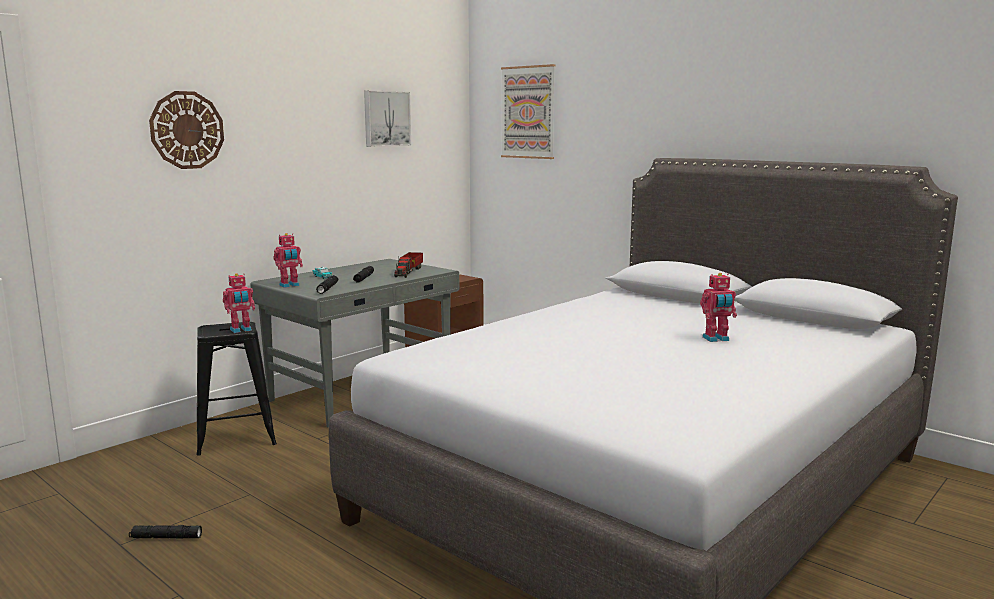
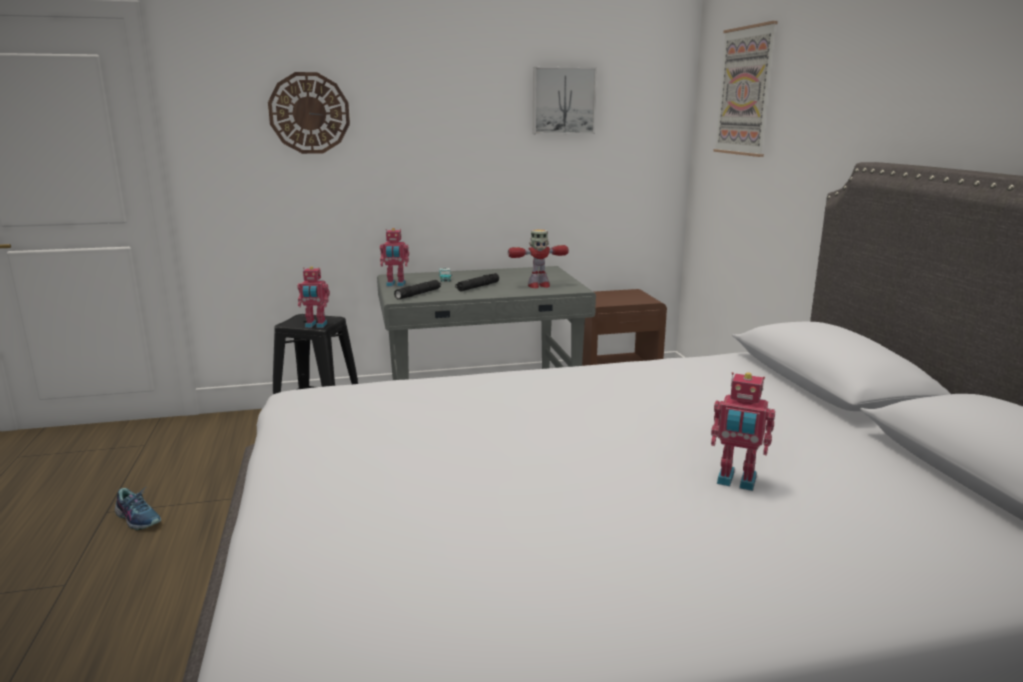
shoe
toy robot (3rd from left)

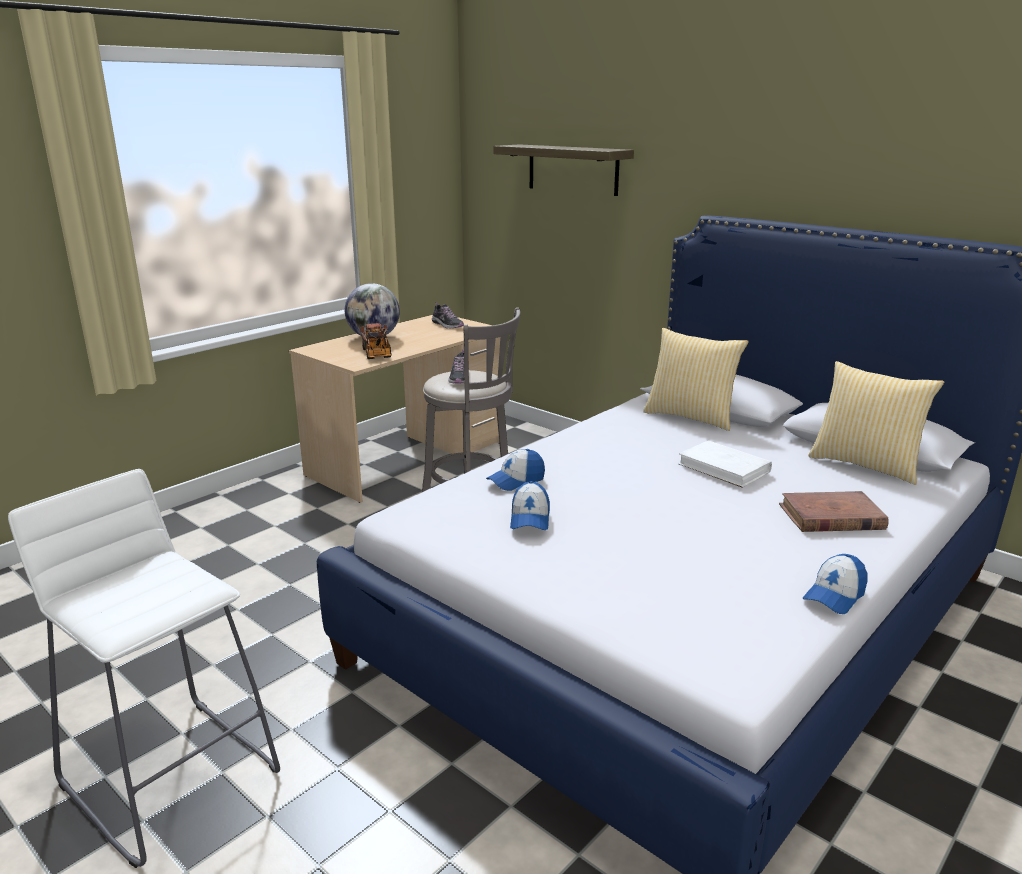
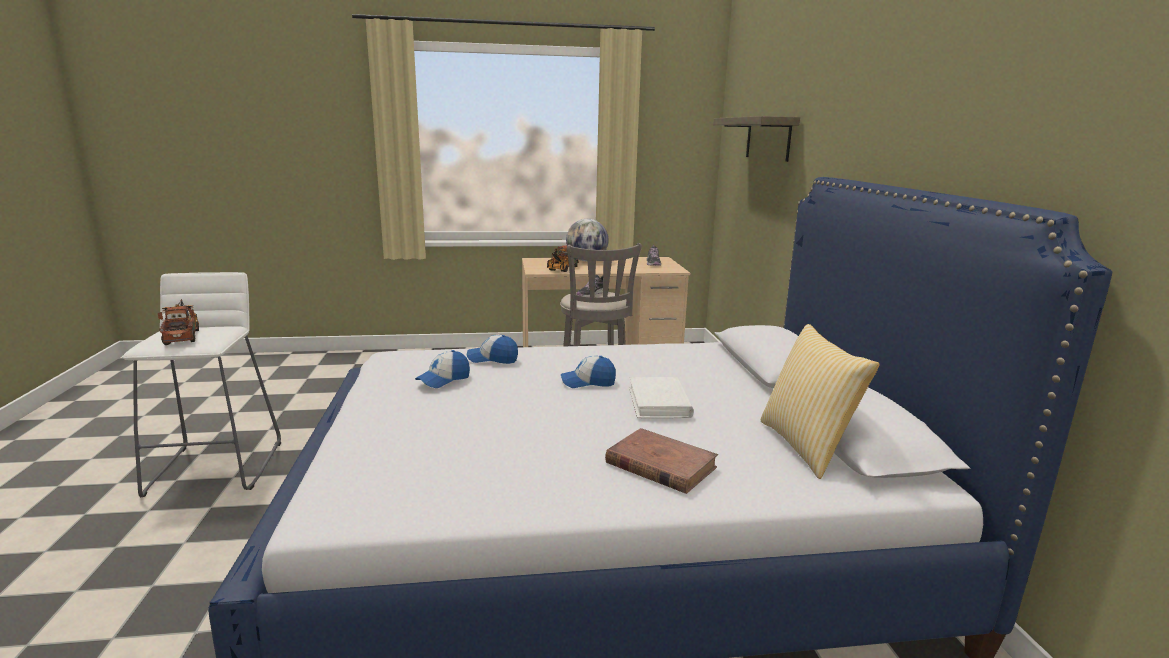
pillow (1st from left in the first image)
toy truck (1st from left)
cap (3rd from left)

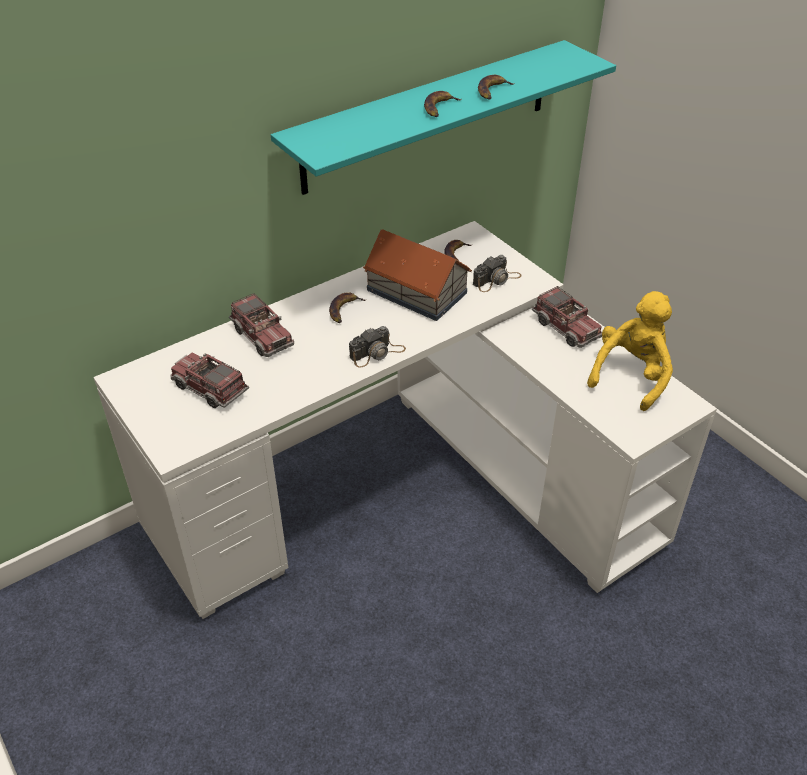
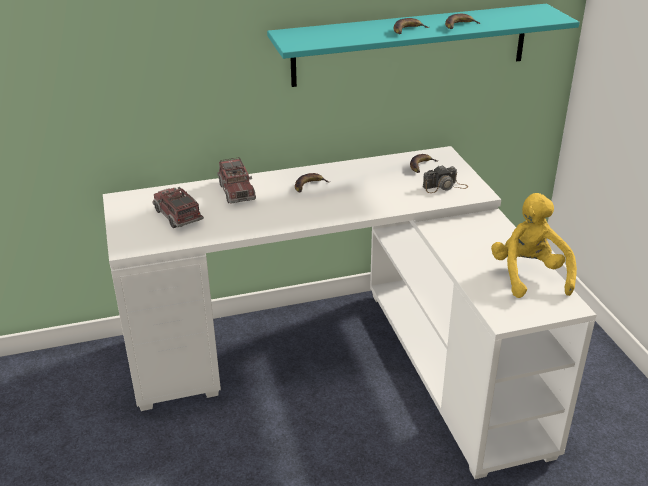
photo camera (1st from left in the first image)
toy house
toy truck (3rd from left in the first image)
yellow plush toy

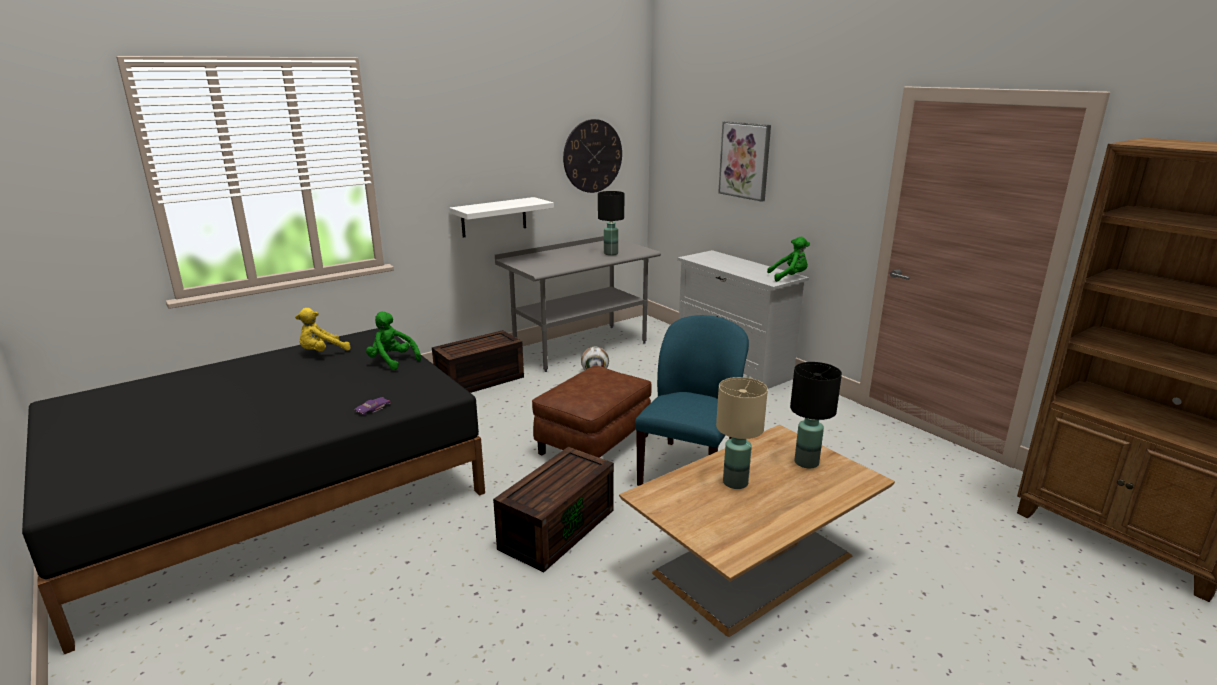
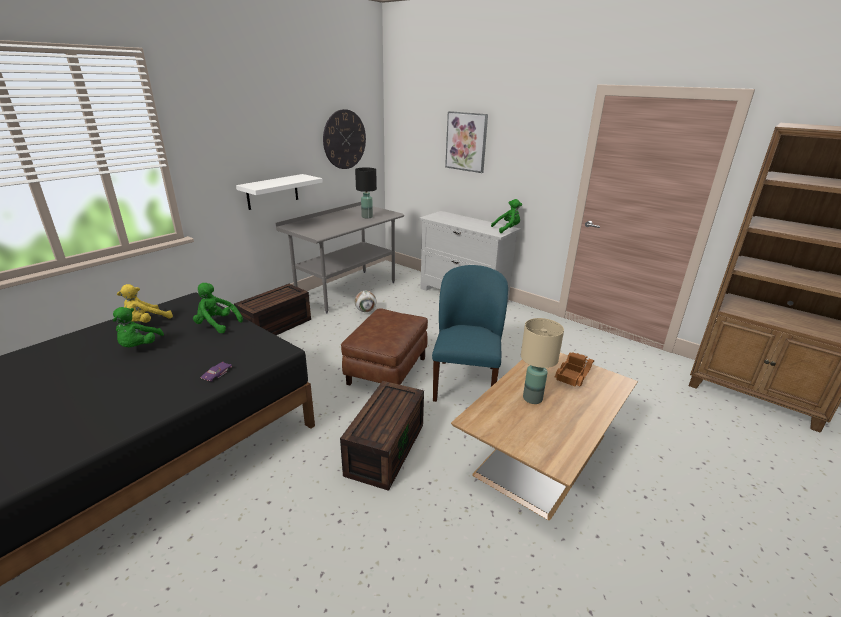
green plush toy (1st from left)
toy truck

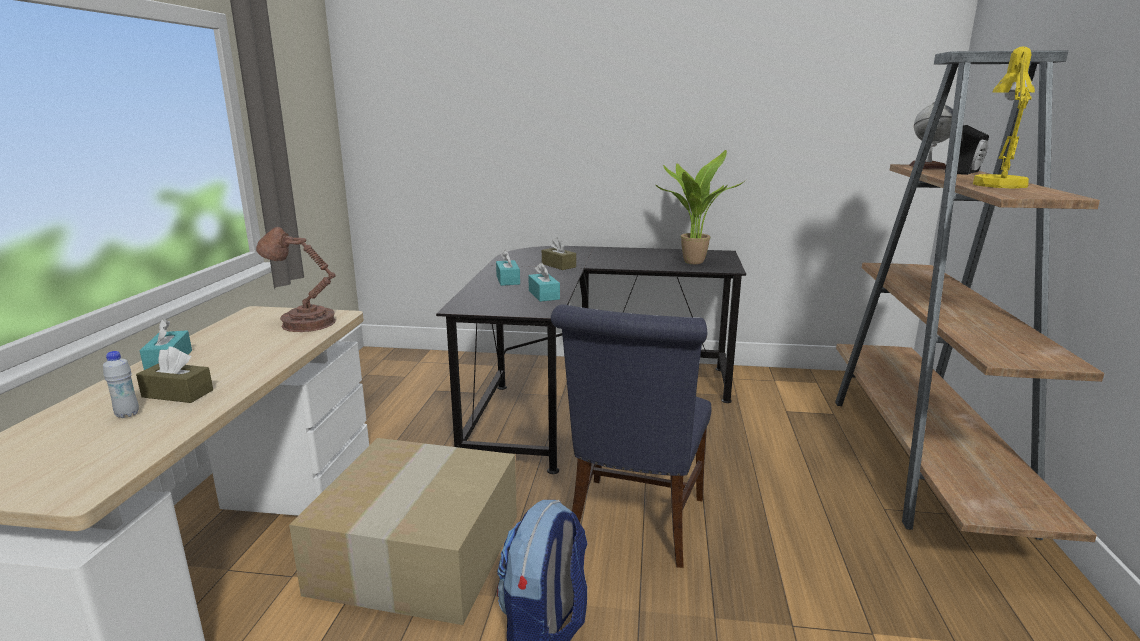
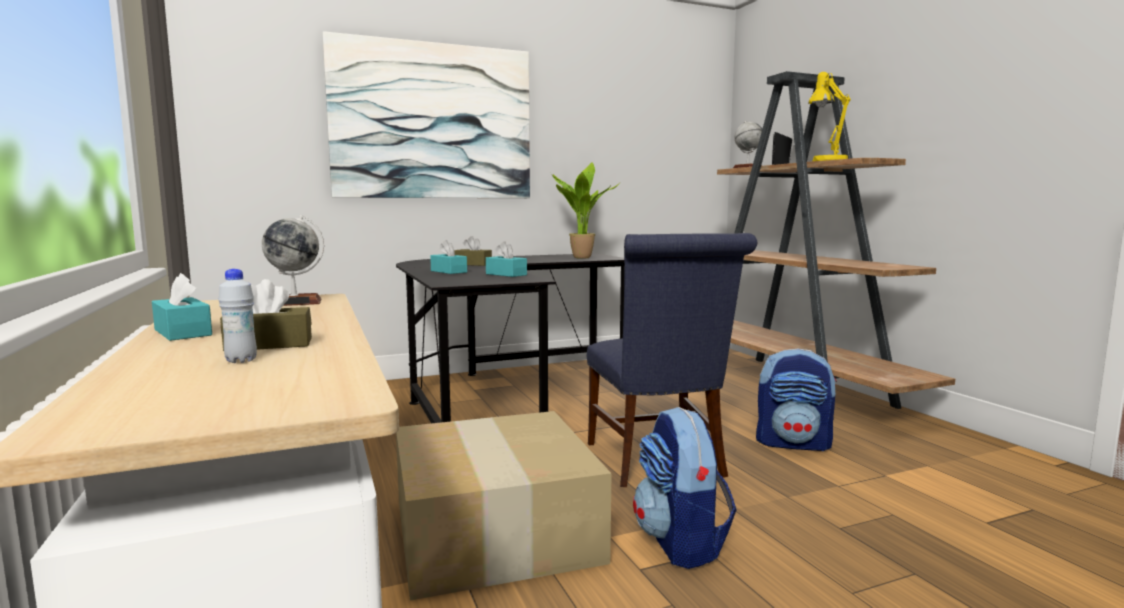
picture
backpack (2nd from left)
globe (1st from left)

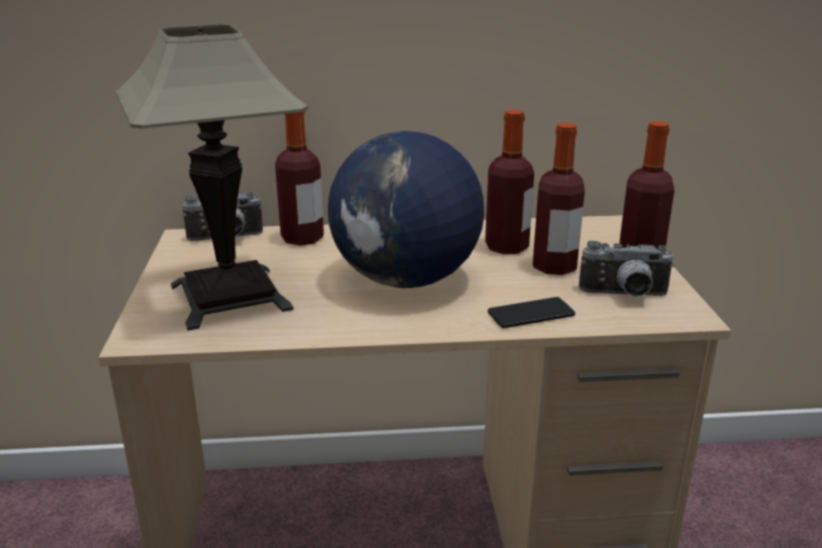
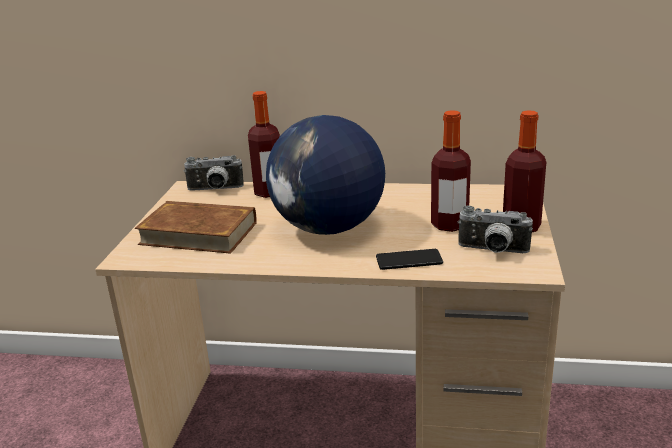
bottle (2nd from left in the first image)
brown book

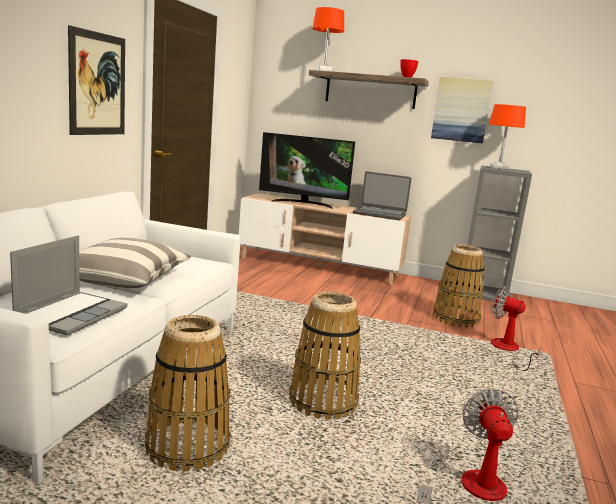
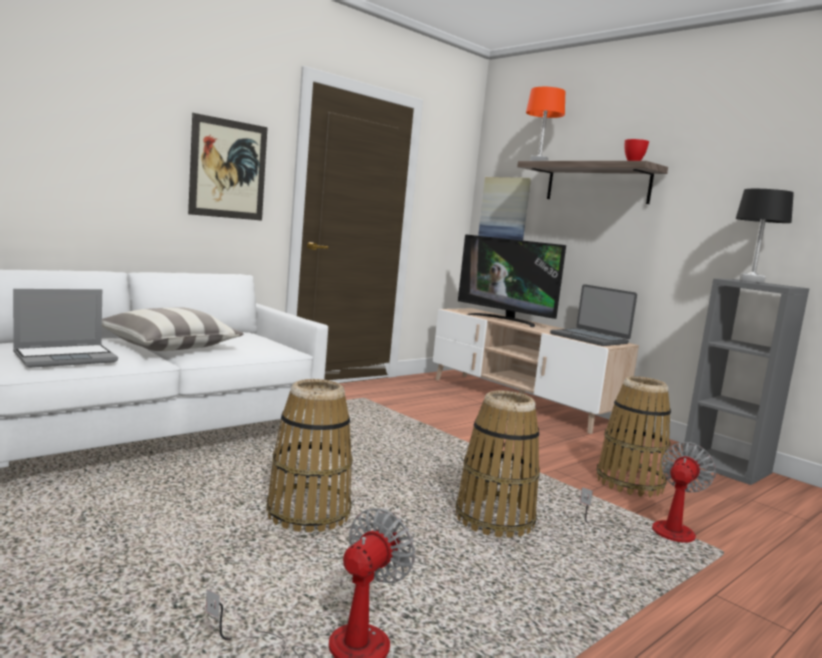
basket (2nd from left)
picture (2nd from left)
black table lamp
fan (2nd from left)

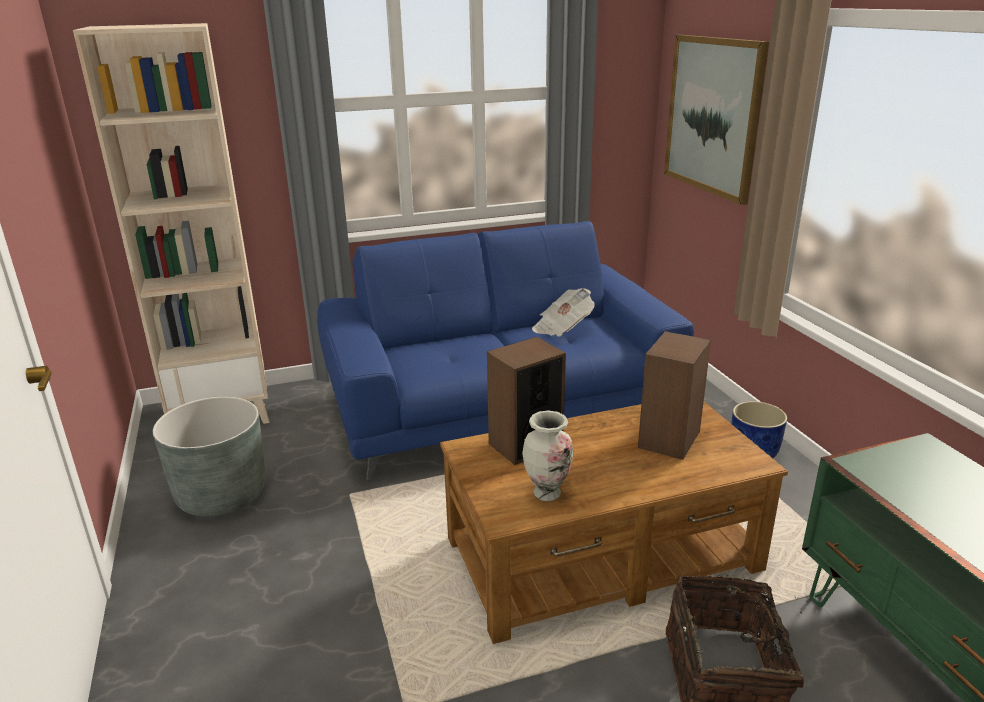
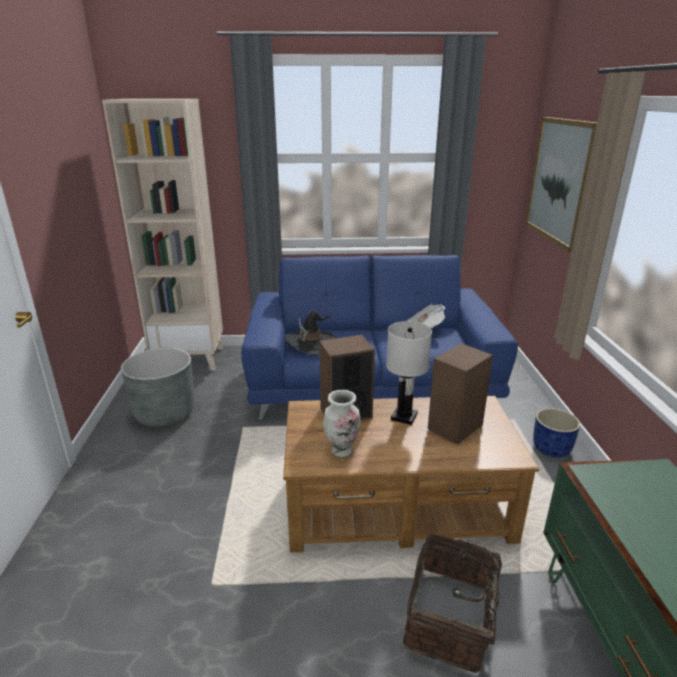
black hat
white table lamp

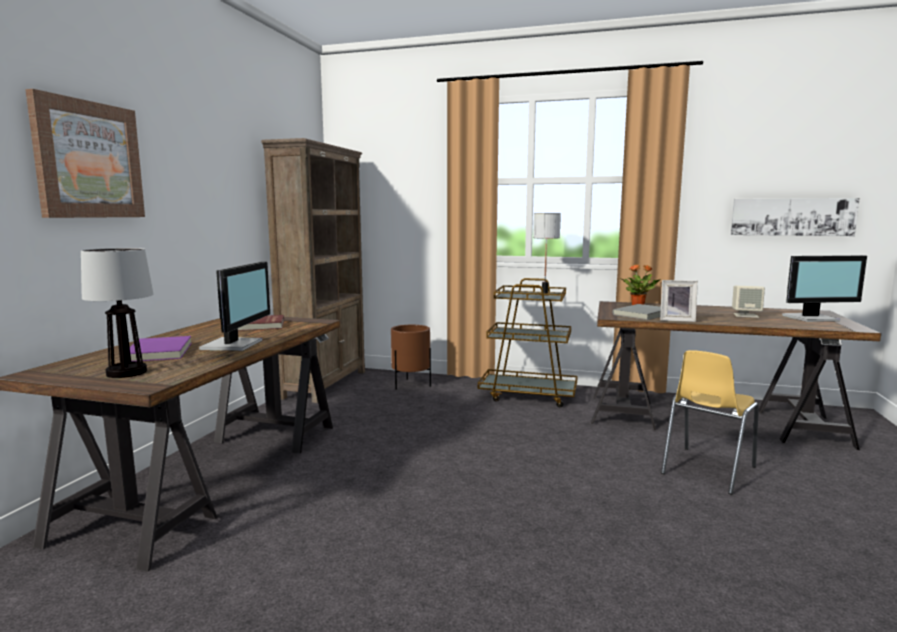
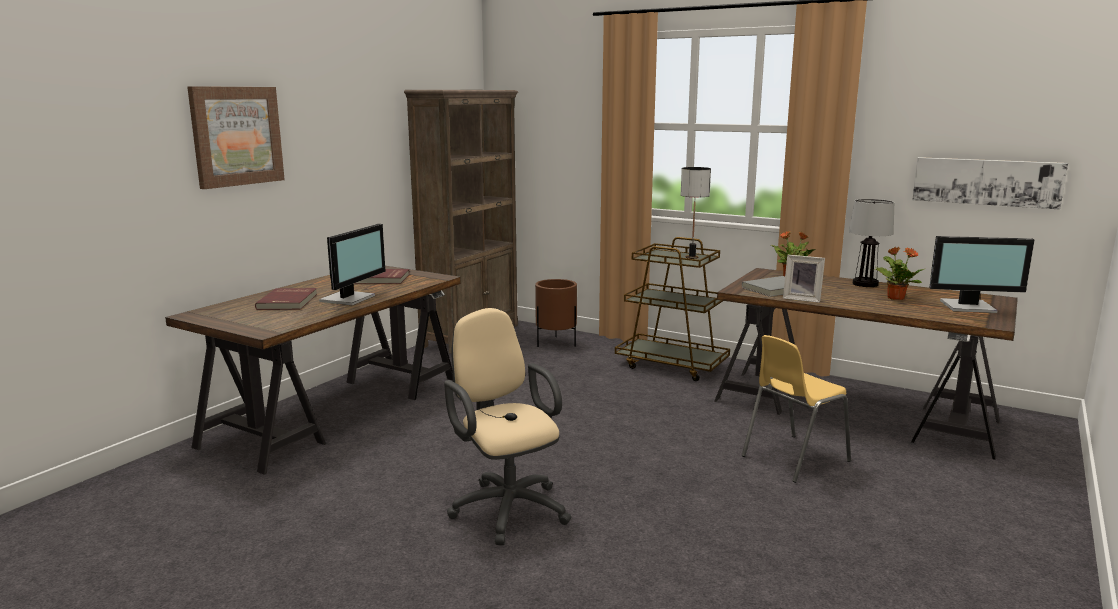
beige office chair
table lamp (2nd from left)
potted plant (2nd from left)
red book (1st from left)

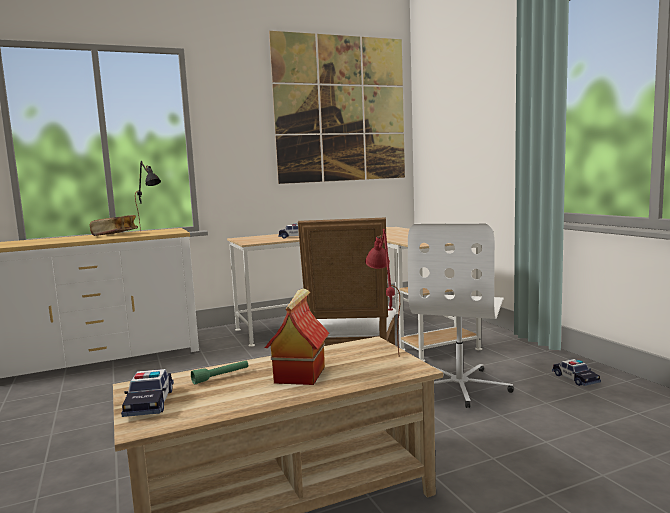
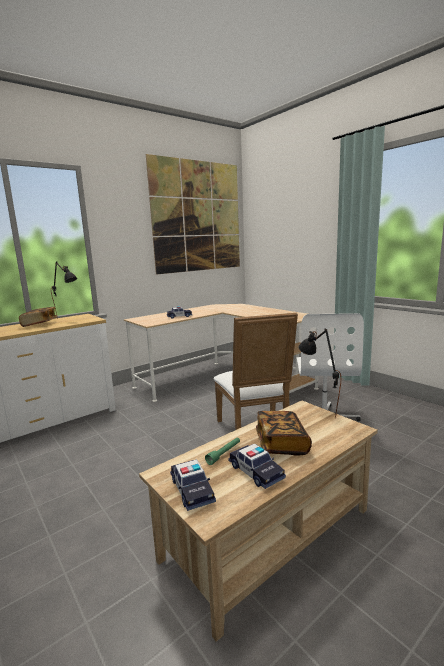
toy car (3rd from left)
book (2nd from left)
black table lamp (2nd from left)

